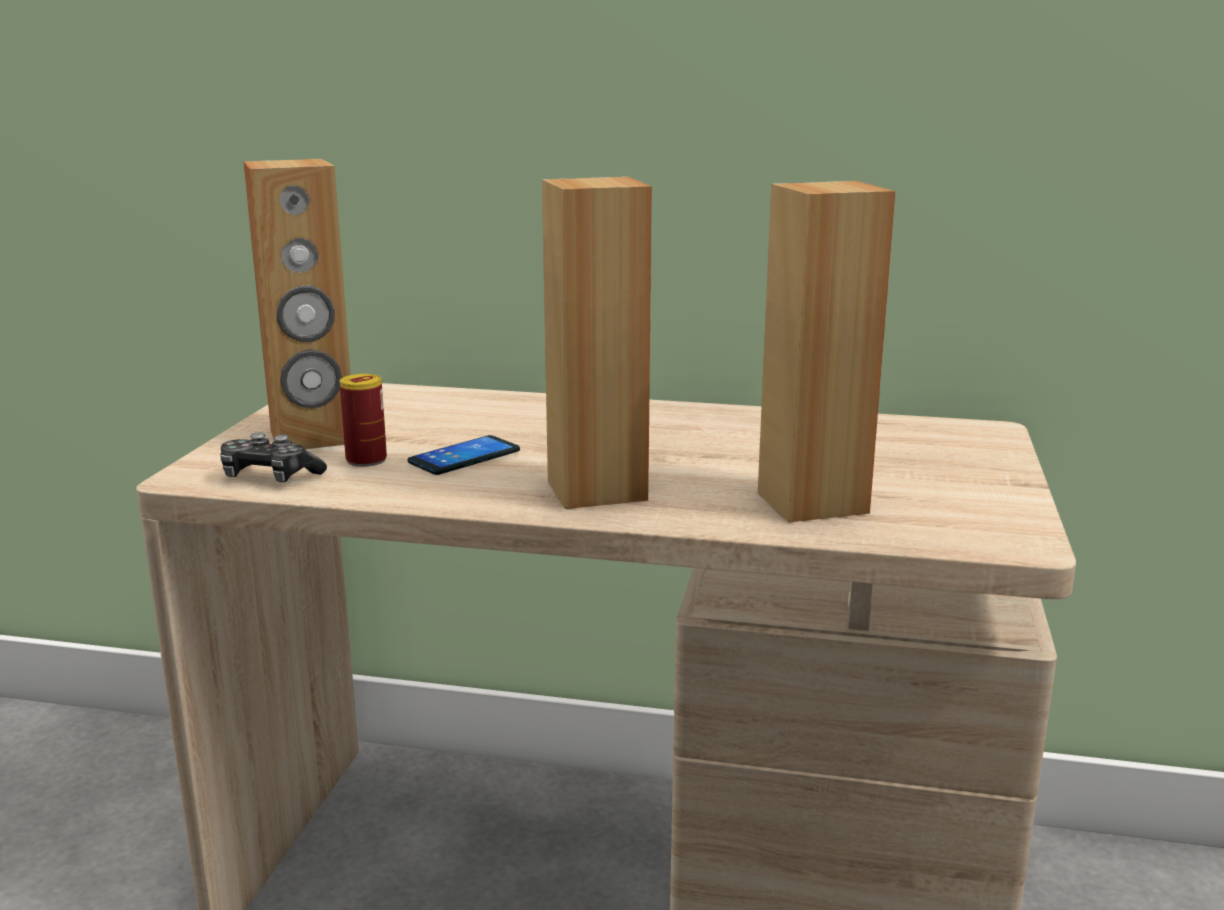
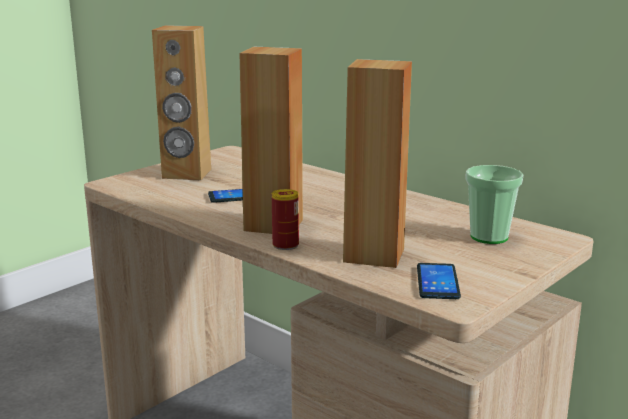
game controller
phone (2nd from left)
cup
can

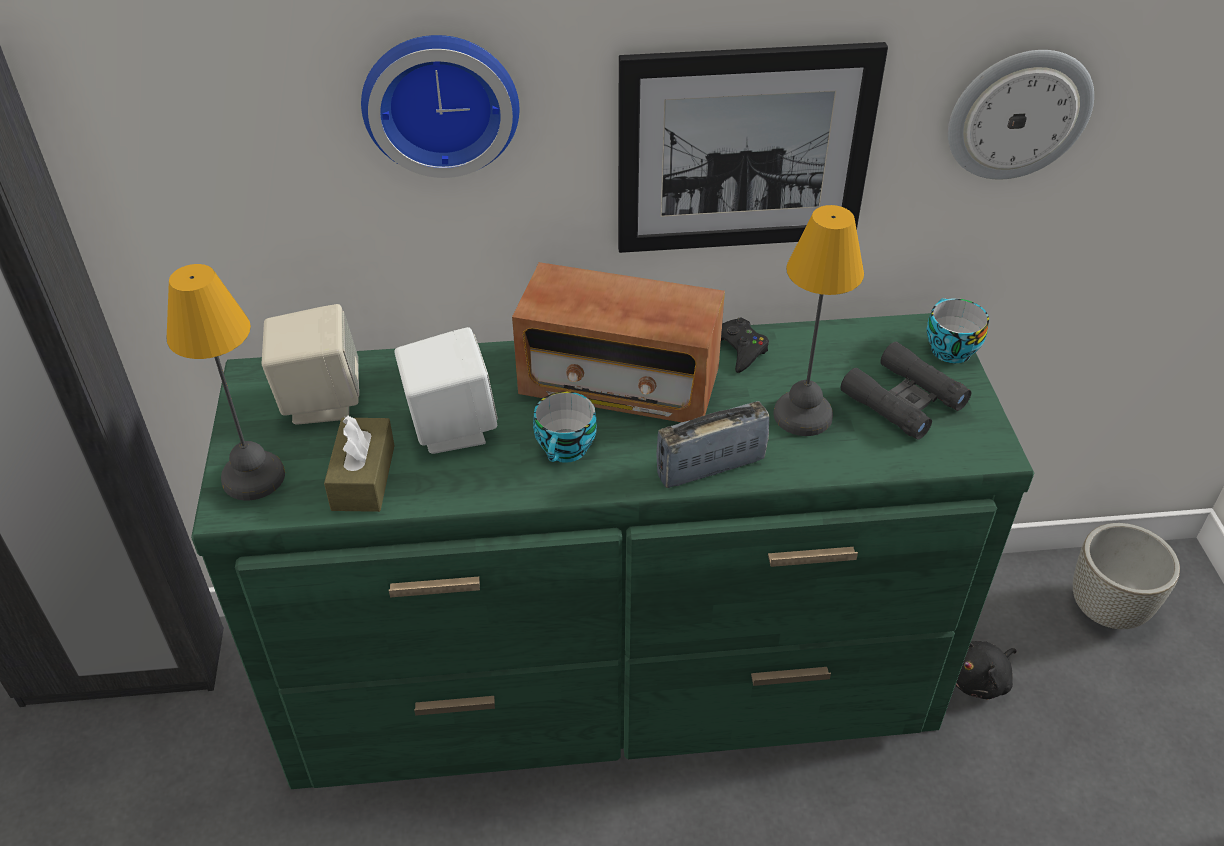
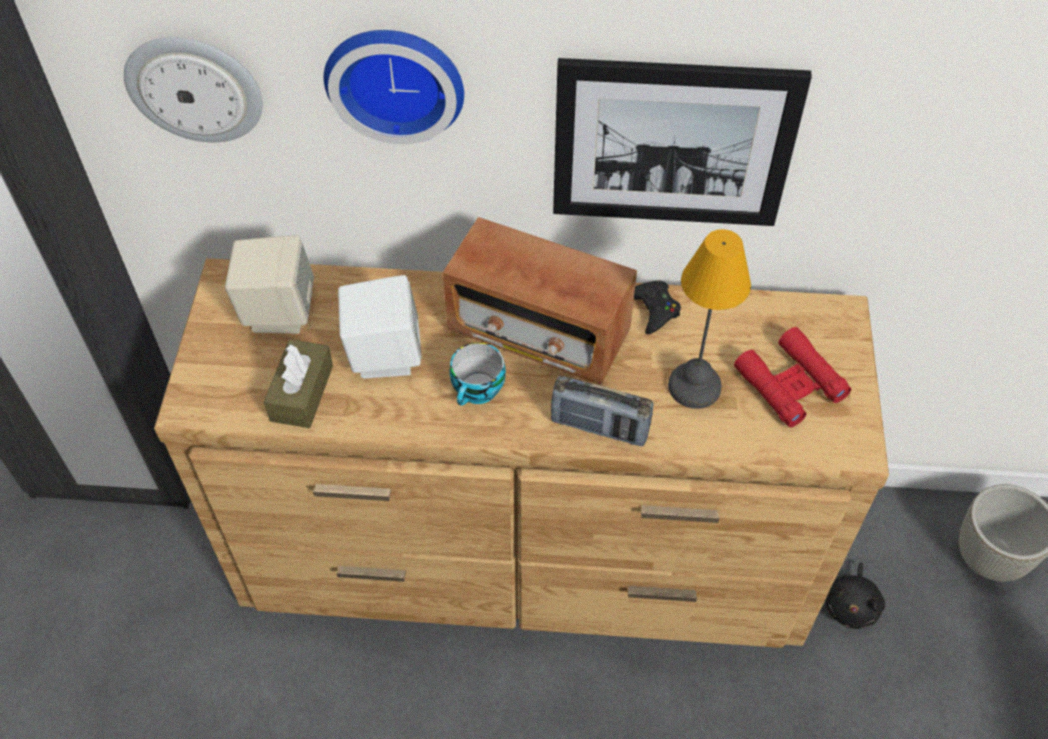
table lamp (1st from left in the first image)
cup (2nd from left in the first image)
wall clock (1st from left)
brown dresser
red binoculars
radio (2nd from left)
black plush toy

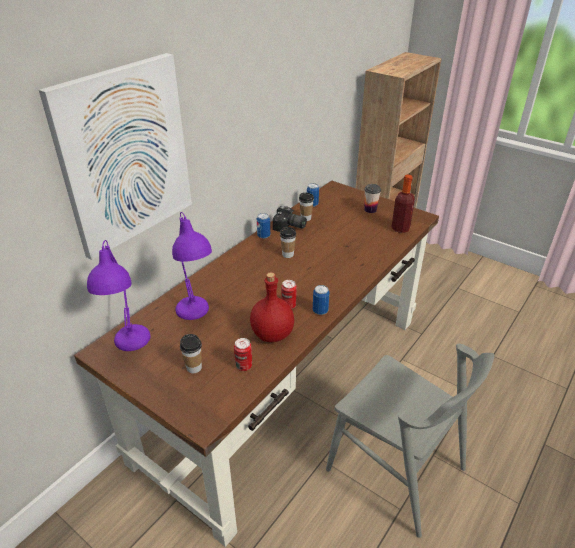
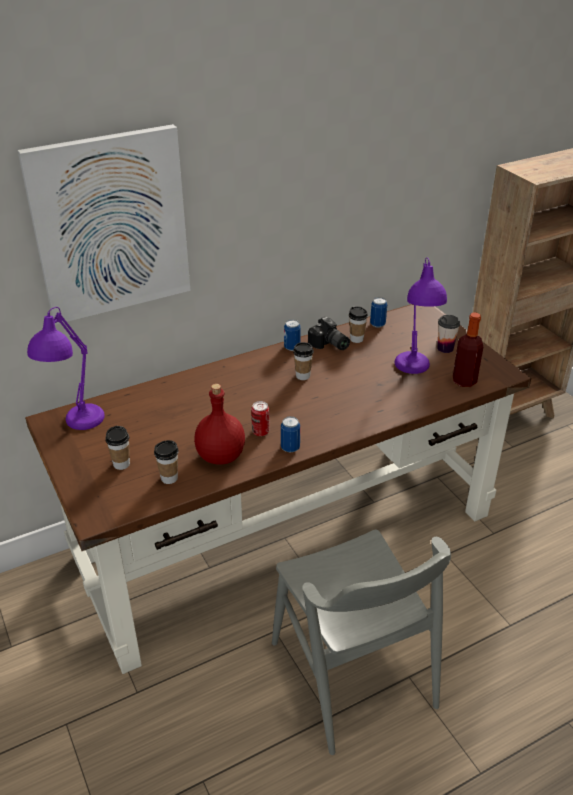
purple table lamp (2nd from left)
cup (2nd from left)

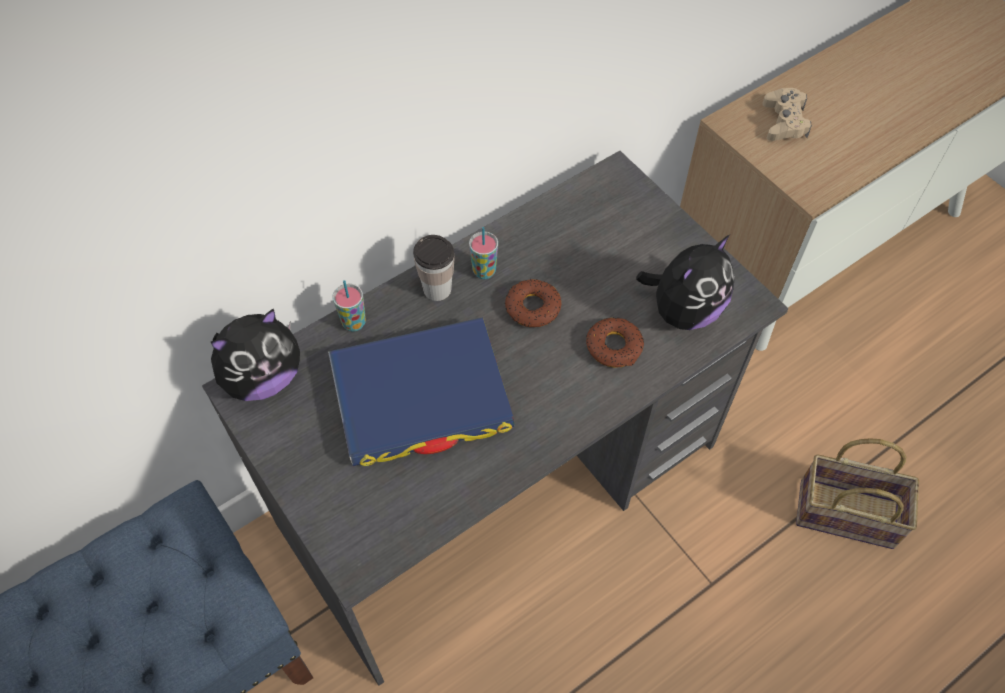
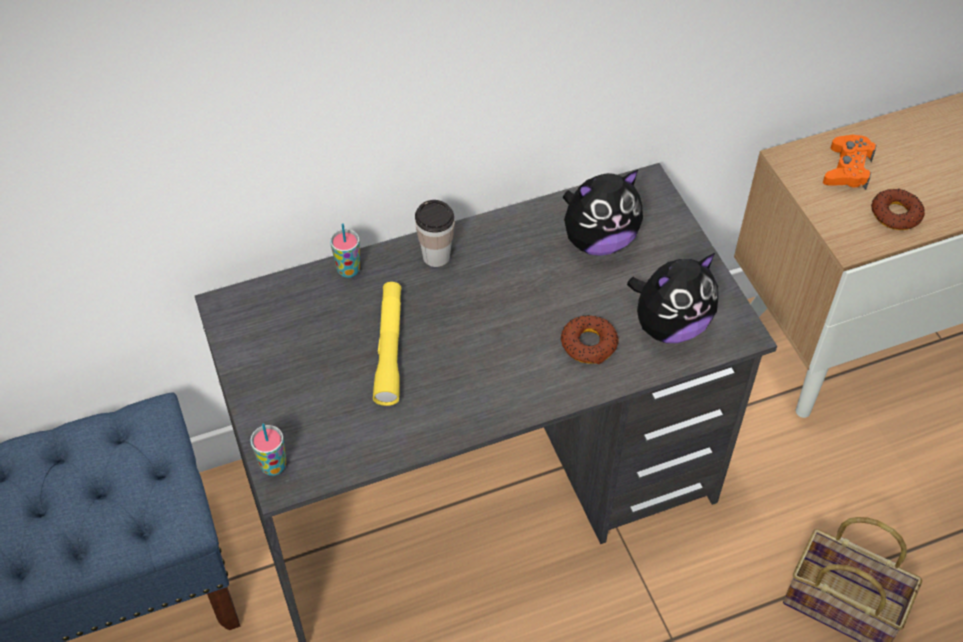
plush toy (1st from left)
cup (1st from left)
donut (2nd from left)
yellow flashlight
orange game controller

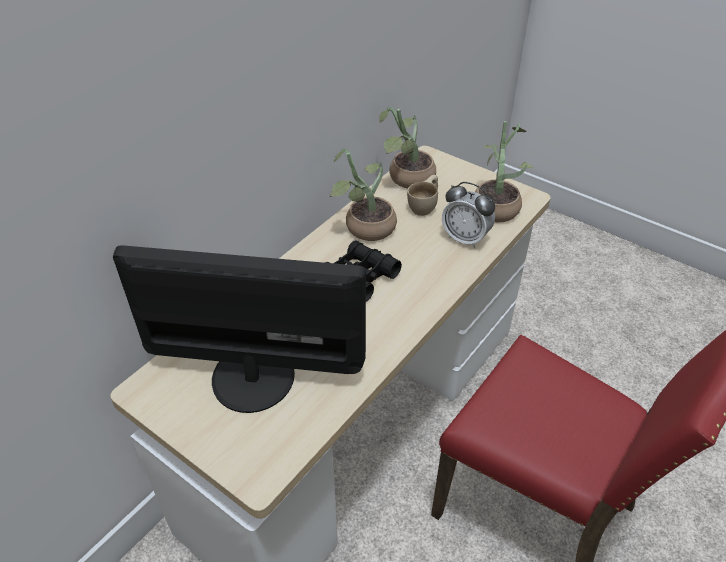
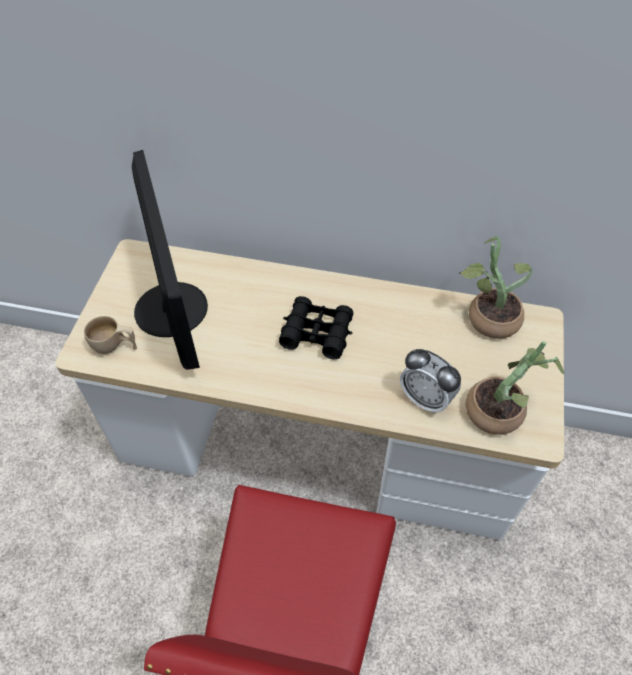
potted plant (1st from left in the first image)
beige cup
alarm clock

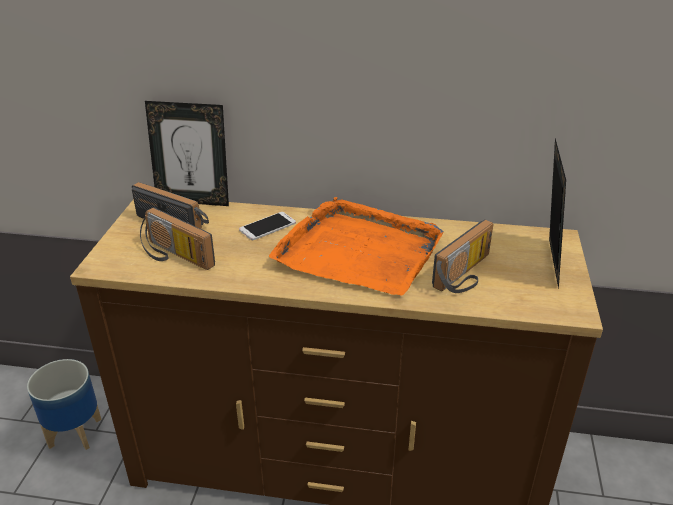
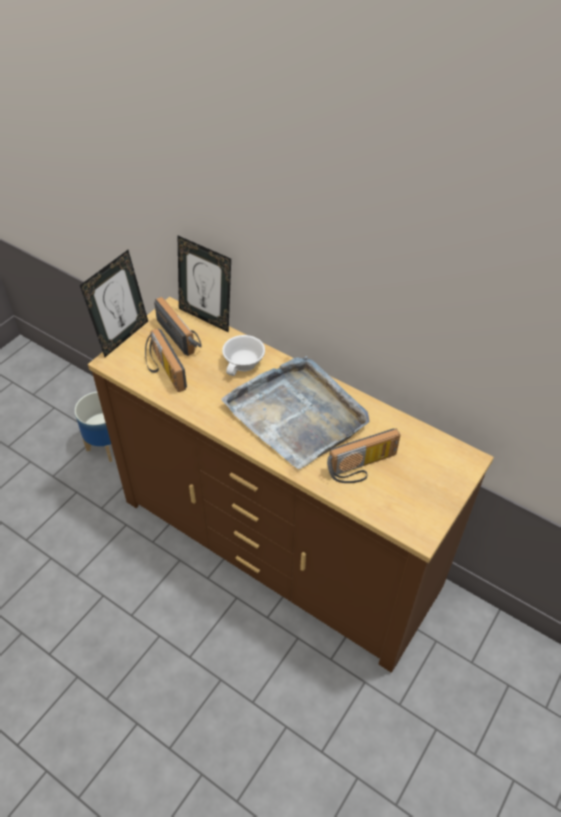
picture frame (1st from left)
white cup
grey tray

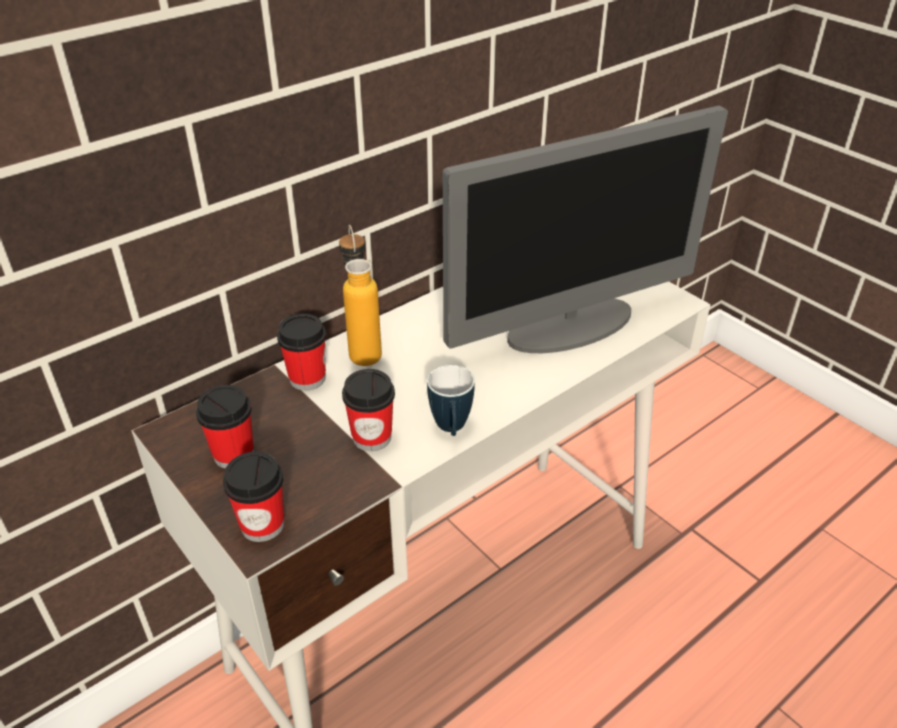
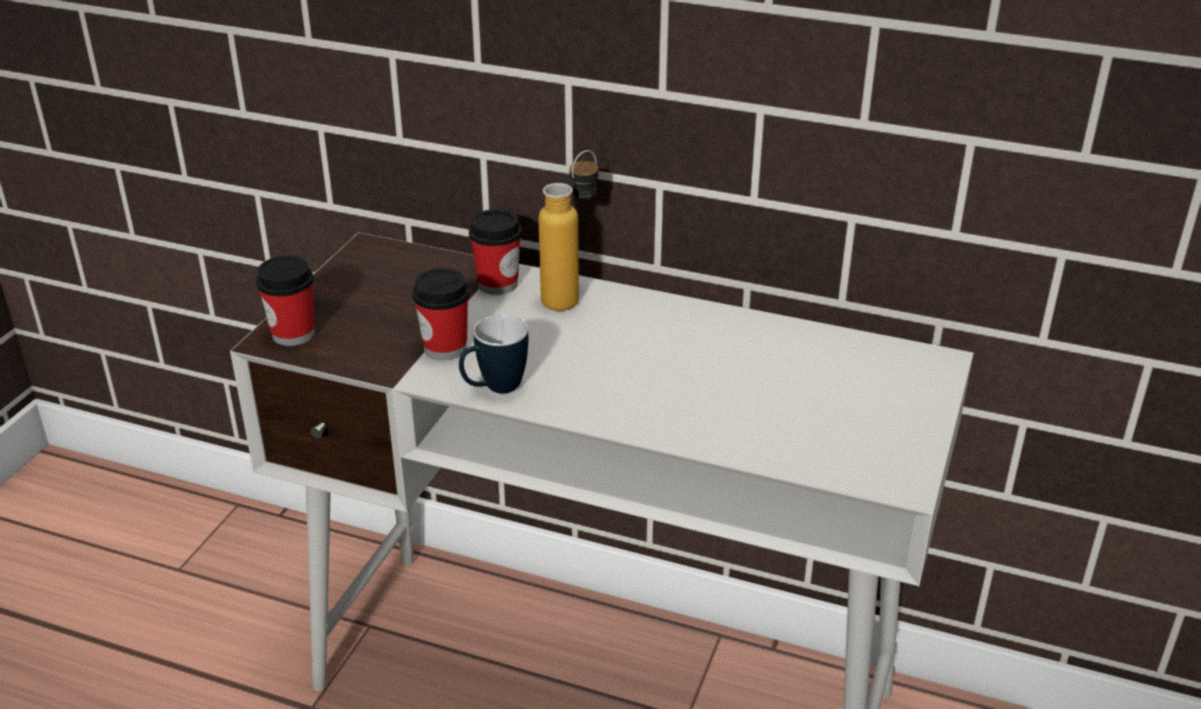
cup (1st from left in the first image)
monitor

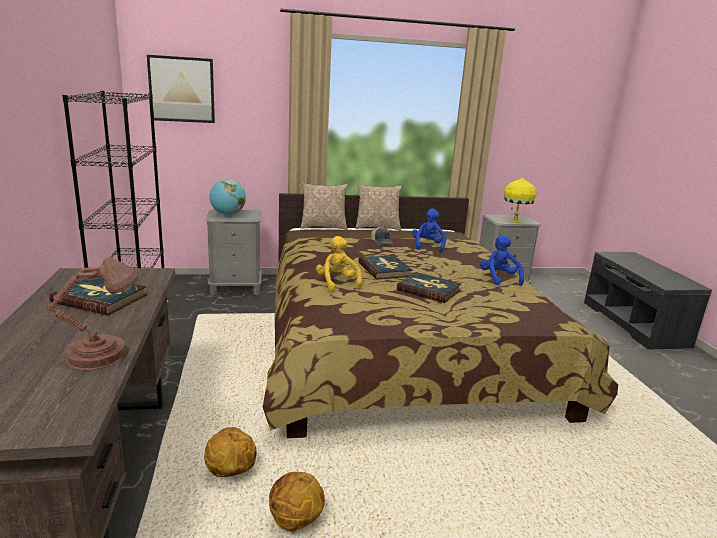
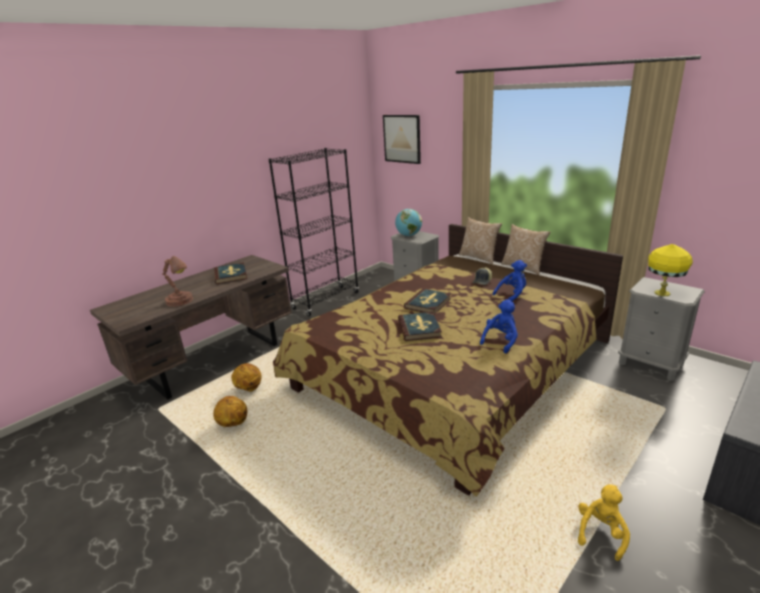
yellow plush toy

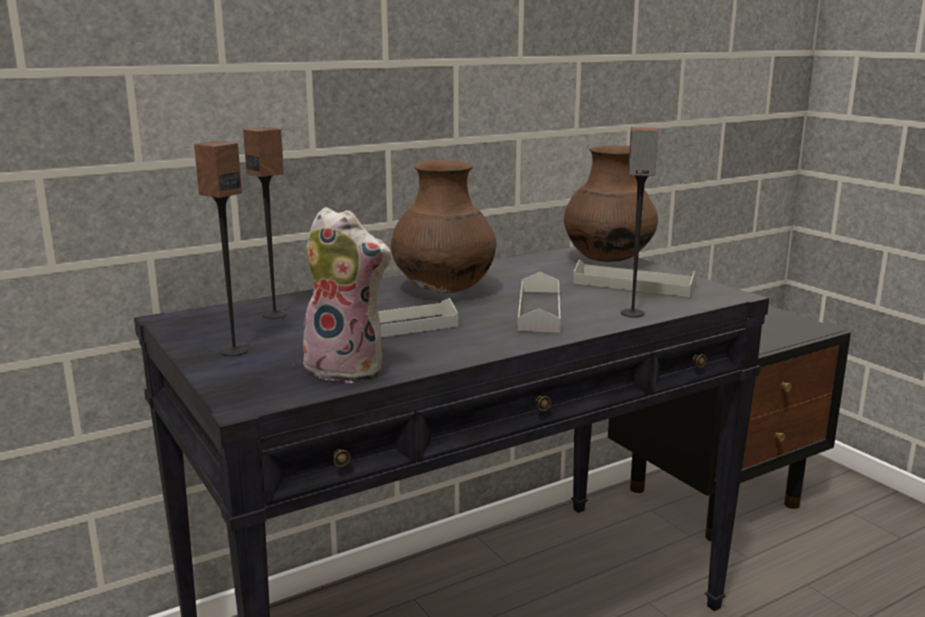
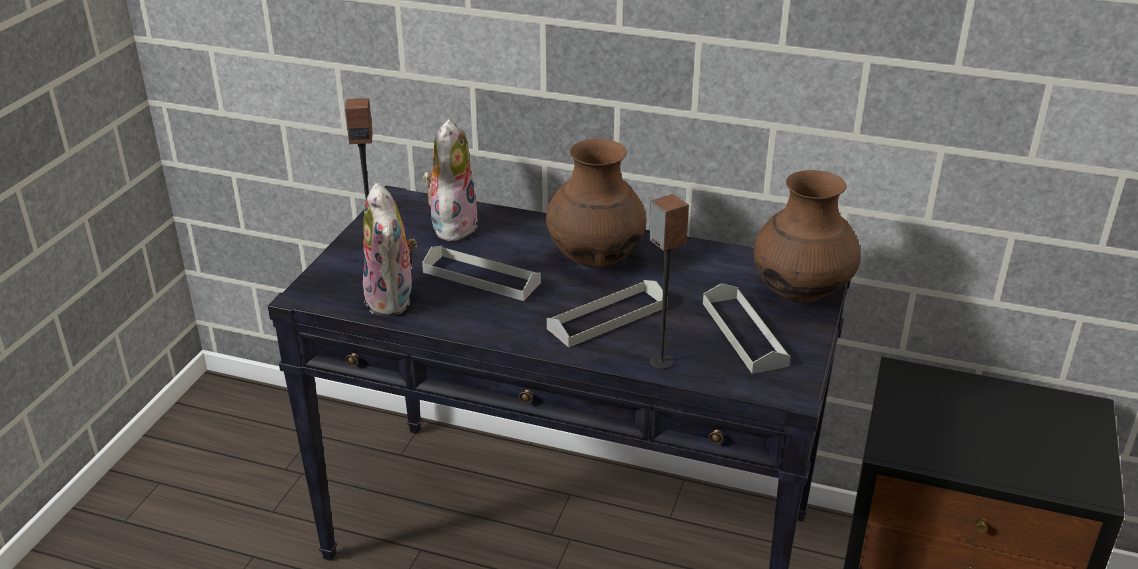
plush toy (2nd from left)

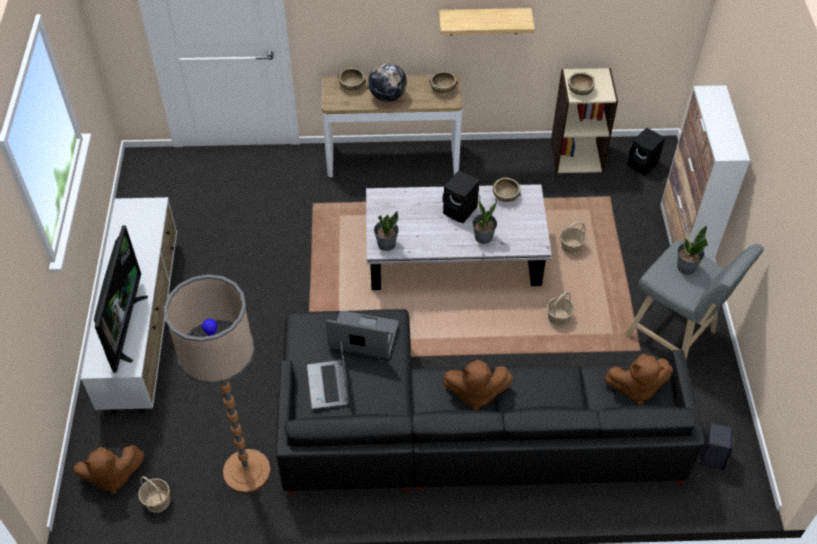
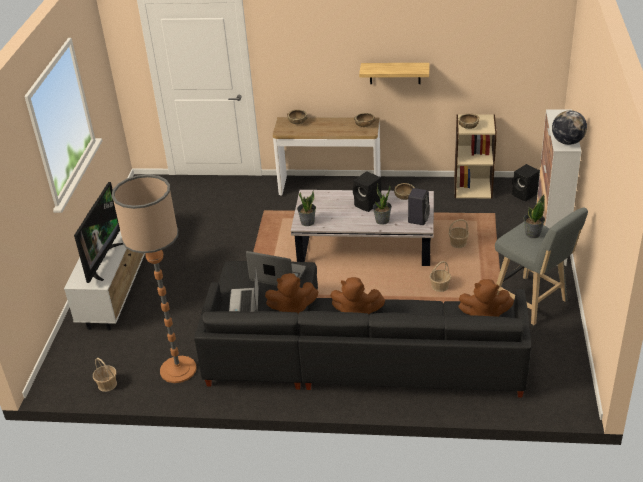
brown plush toy (1st from left)
globe
black speaker (2nd from left)

